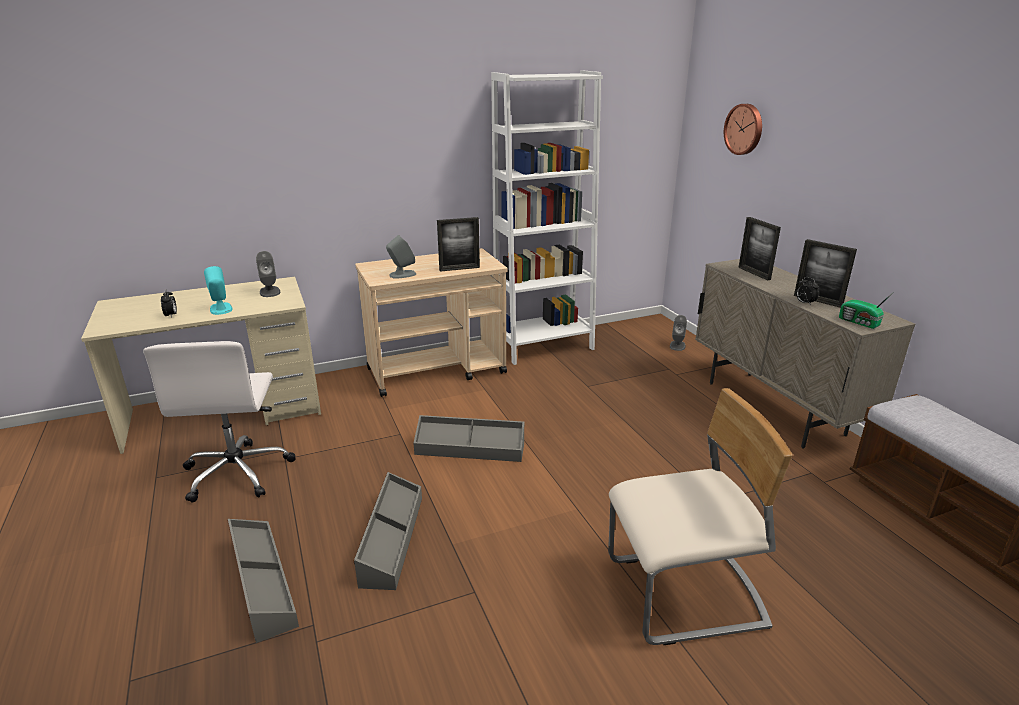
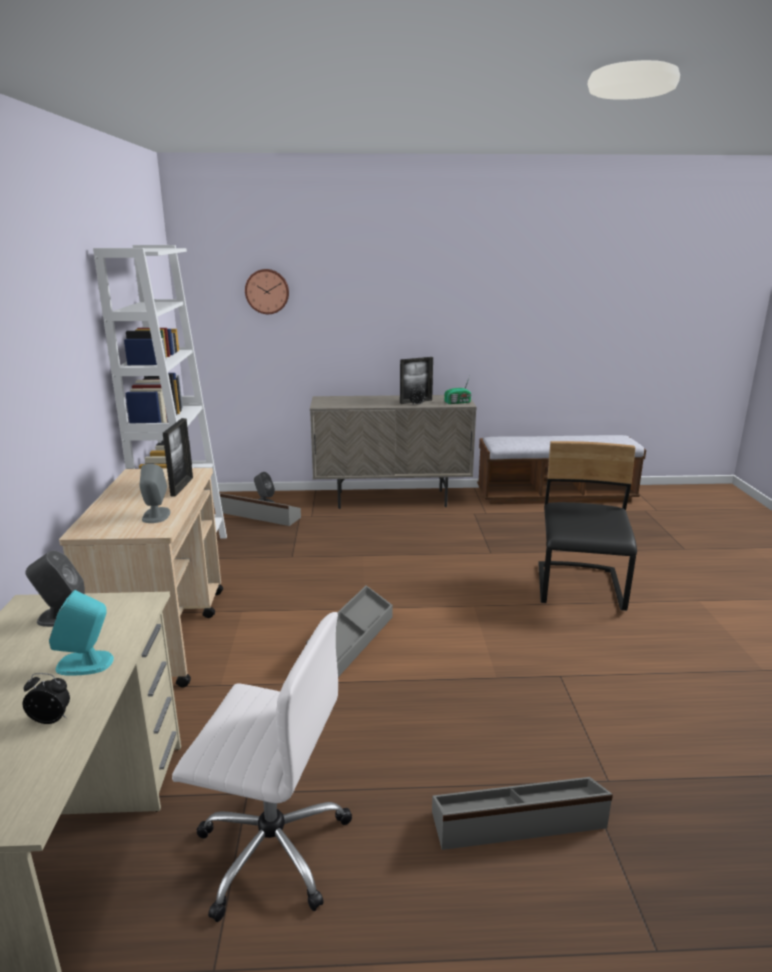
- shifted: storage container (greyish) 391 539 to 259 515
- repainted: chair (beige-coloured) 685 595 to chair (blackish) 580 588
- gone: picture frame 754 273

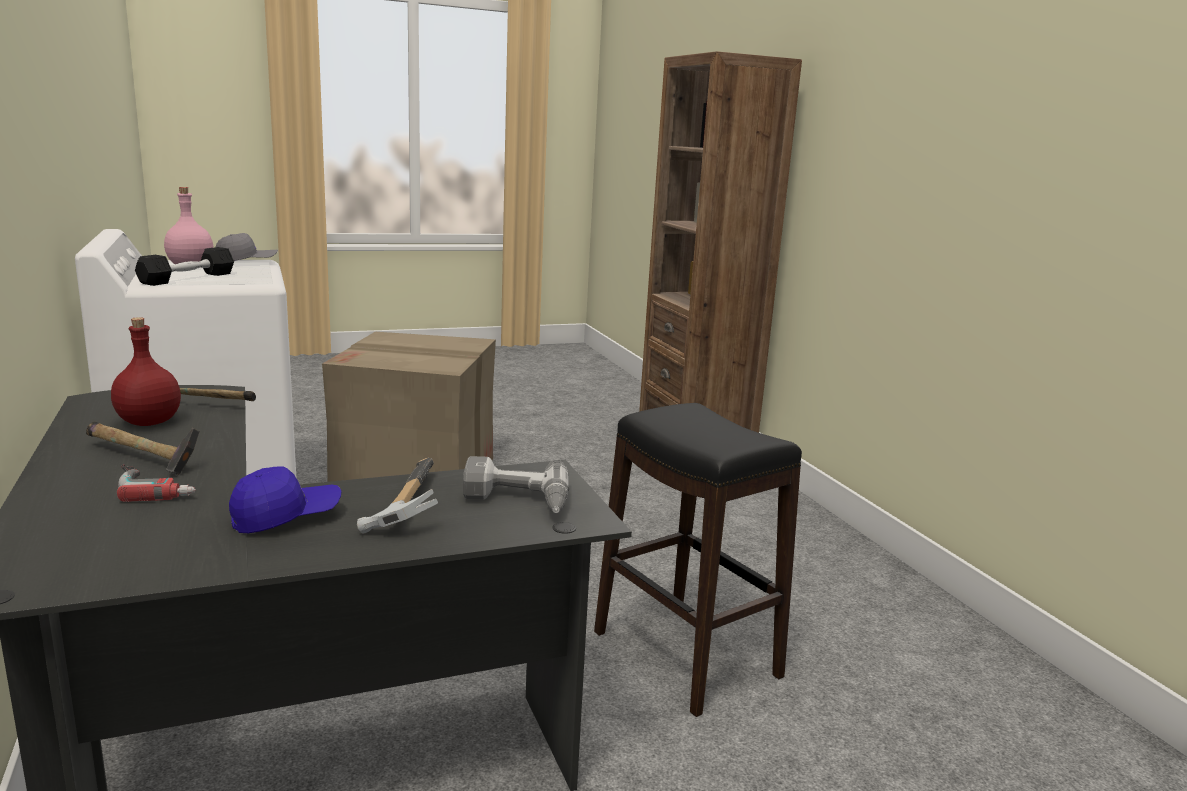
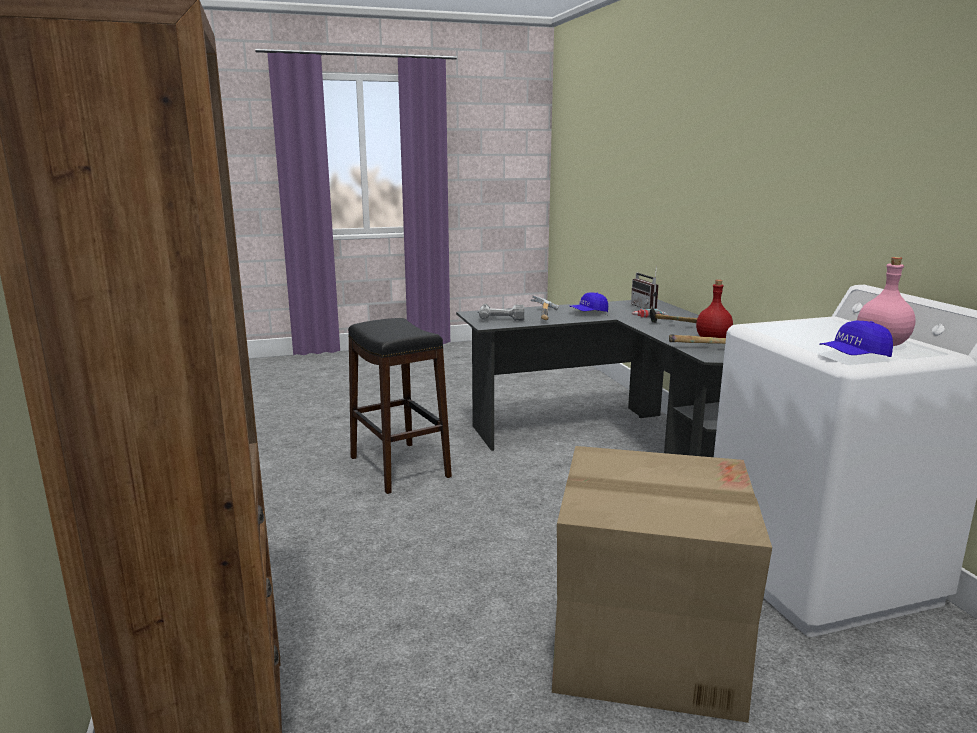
- new: radio 647 307
- repainted: cap (greyish) 247 262 to cap (blue) 854 357
- gone: hand weight (blackish) 187 278

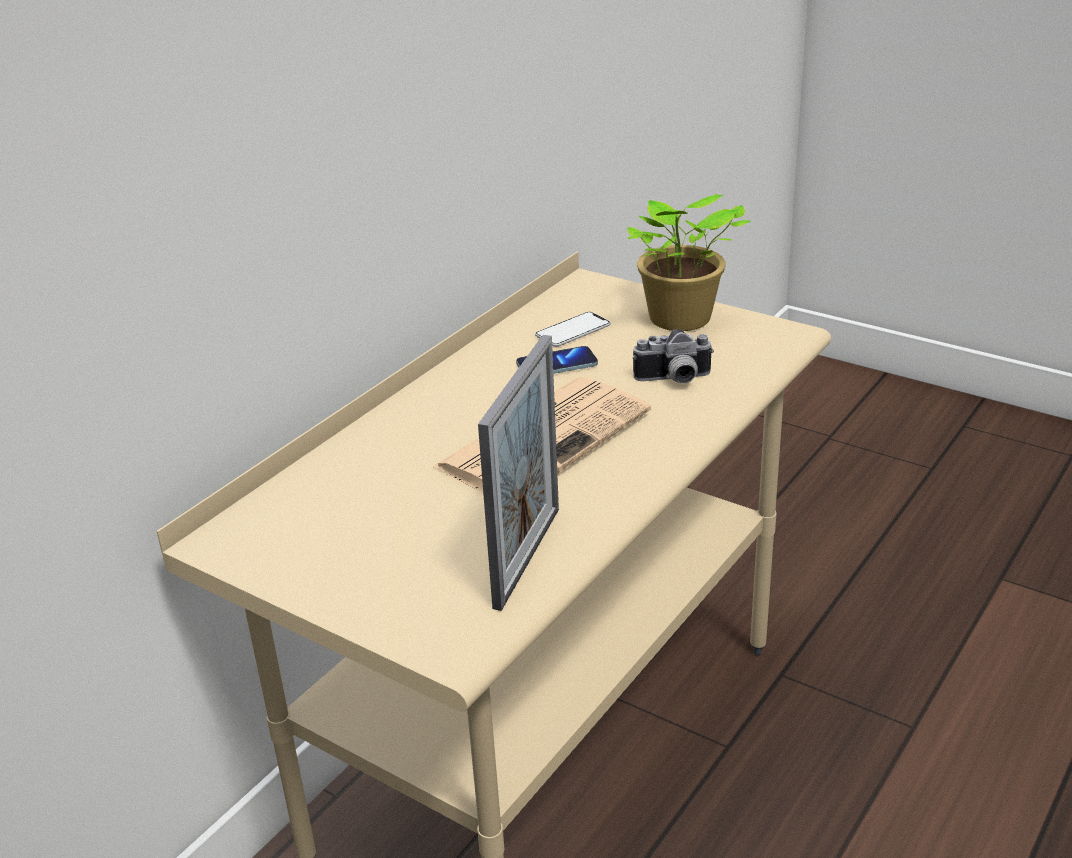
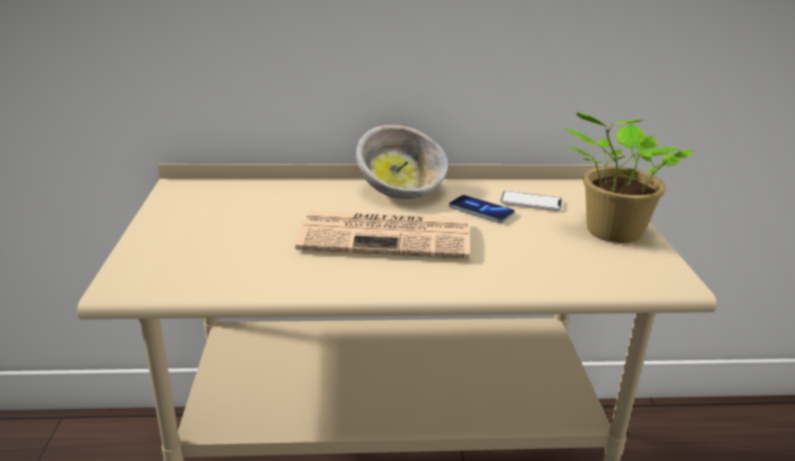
- new: bowl 401 192
- gone: picture frame 527 557
- gone: photo camera 674 380

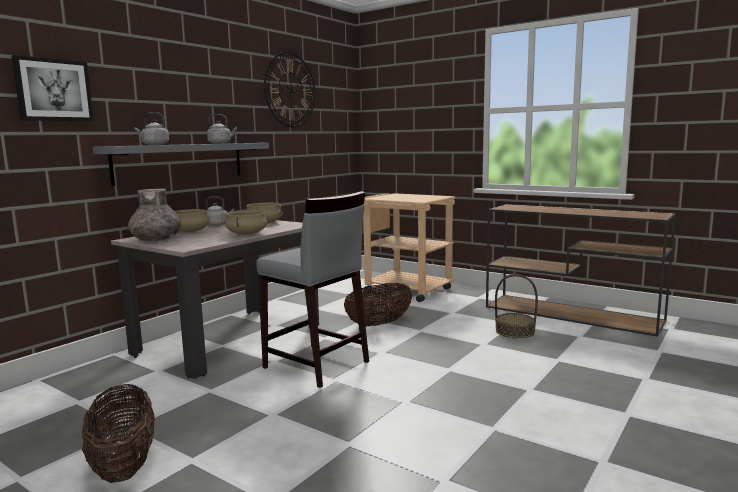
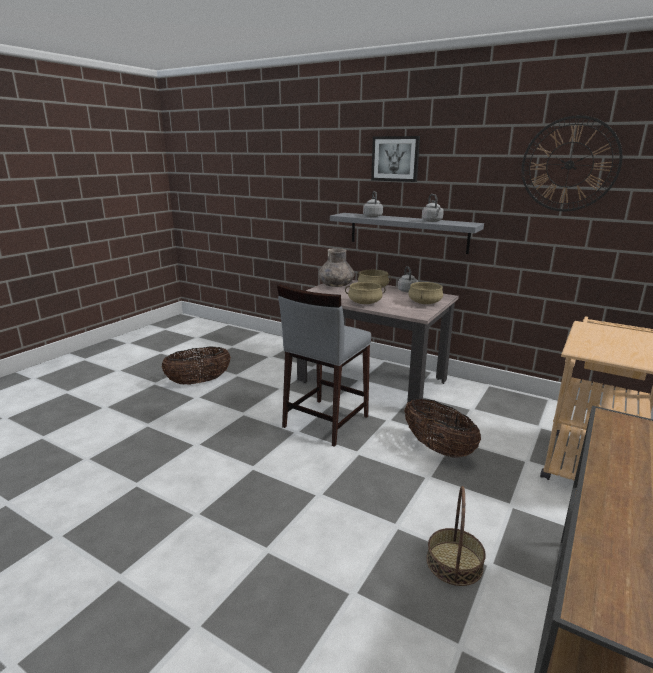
- shifted: picture 53 90 to 395 159

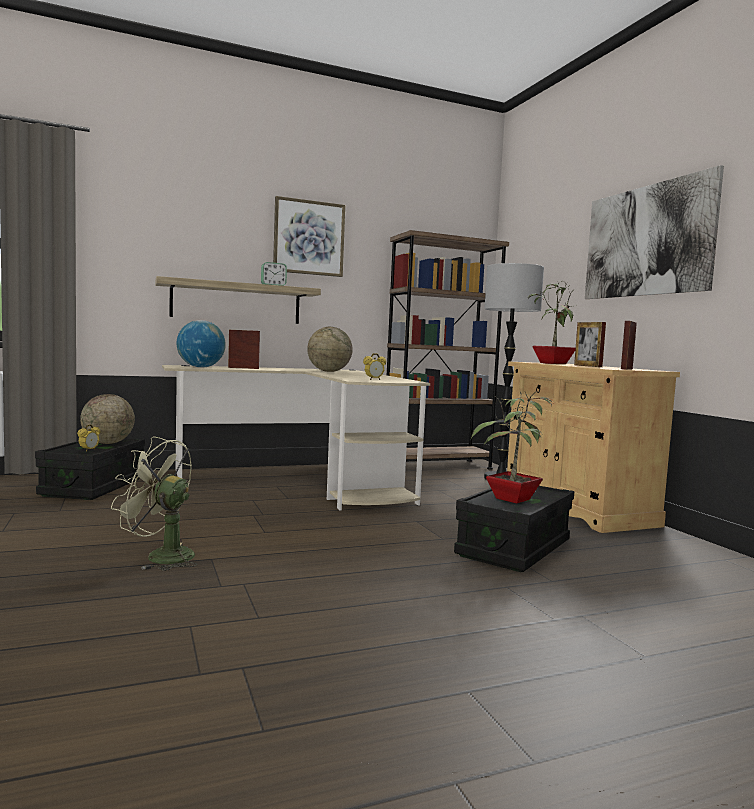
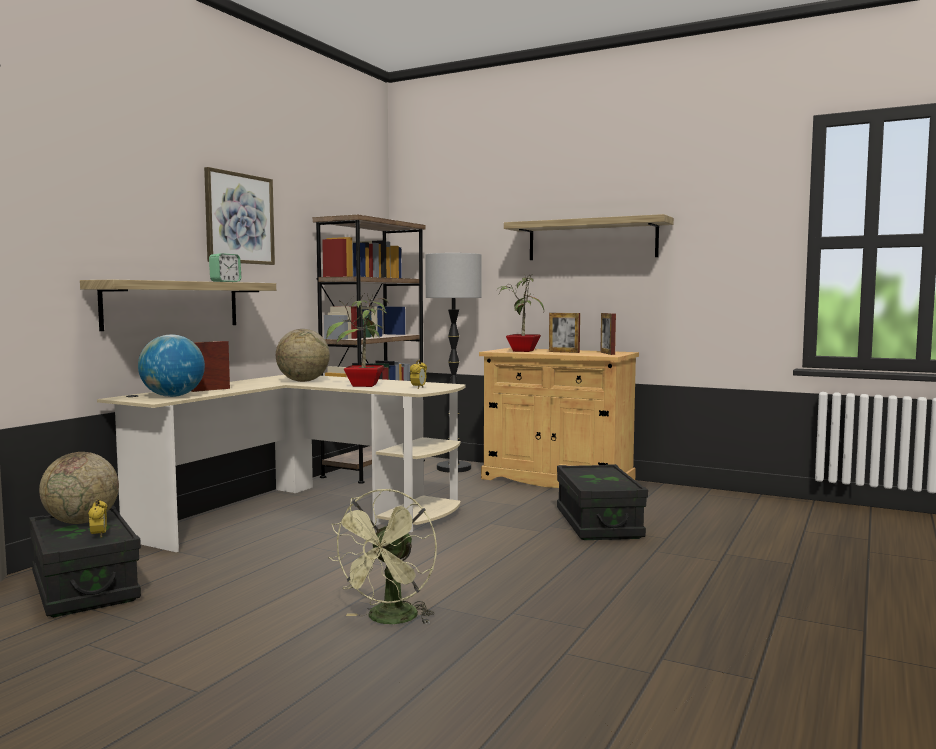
- shifted: plant in a pot 511 499 to 364 386
- rotated: electric fan (greenish) 160 556 = 389 620 45 degrees counterclockwise
- swapped: picture 646 241 to shelf 592 240

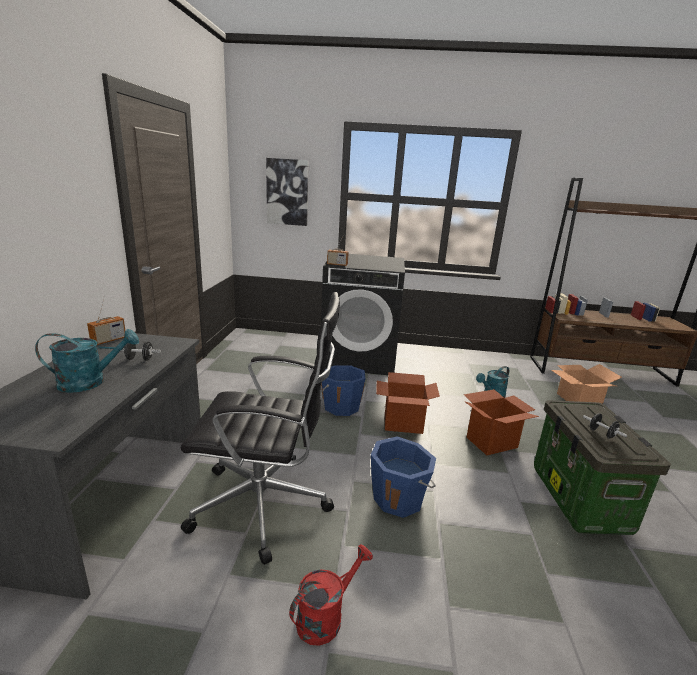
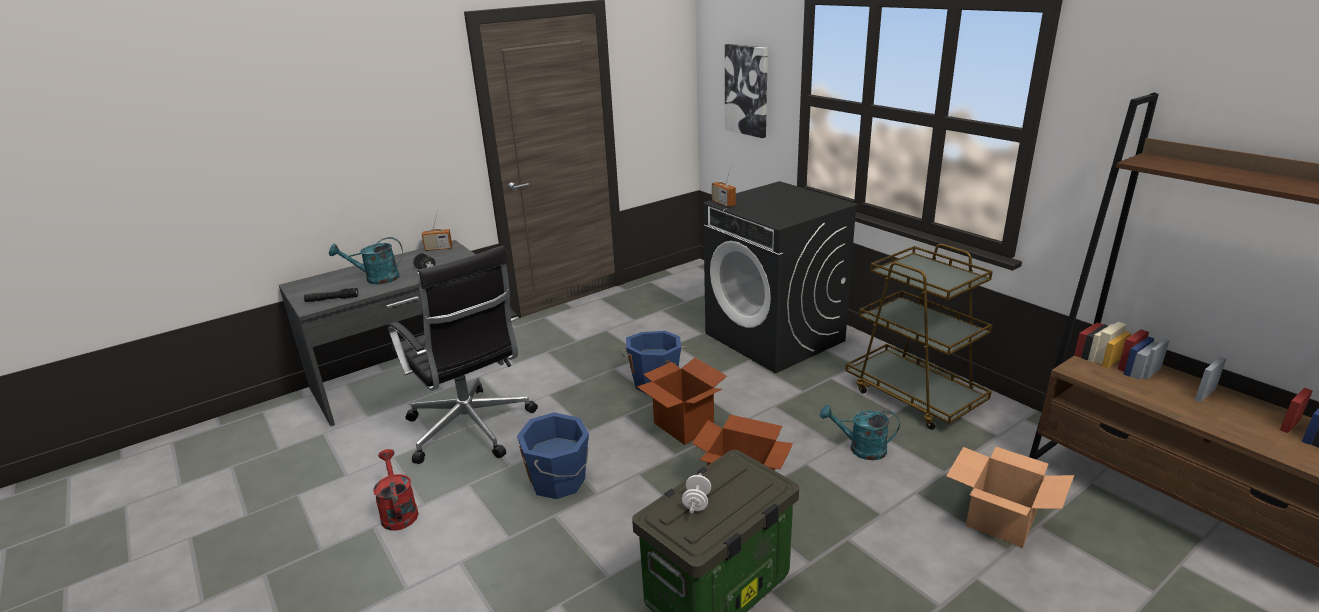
- new: flashlight (blackish) 332 299
- rotated: watering pot (turquoise-coloured) 90 382 = 376 279 135 degrees clockwise
- rotated: watering pot (red-coloured) 326 616 = 398 512 120 degrees counterclockwise
- repainted: hand weight (blackish) 601 433 to hand weight (whitish) 697 503
- new: cart (brownish) 913 396

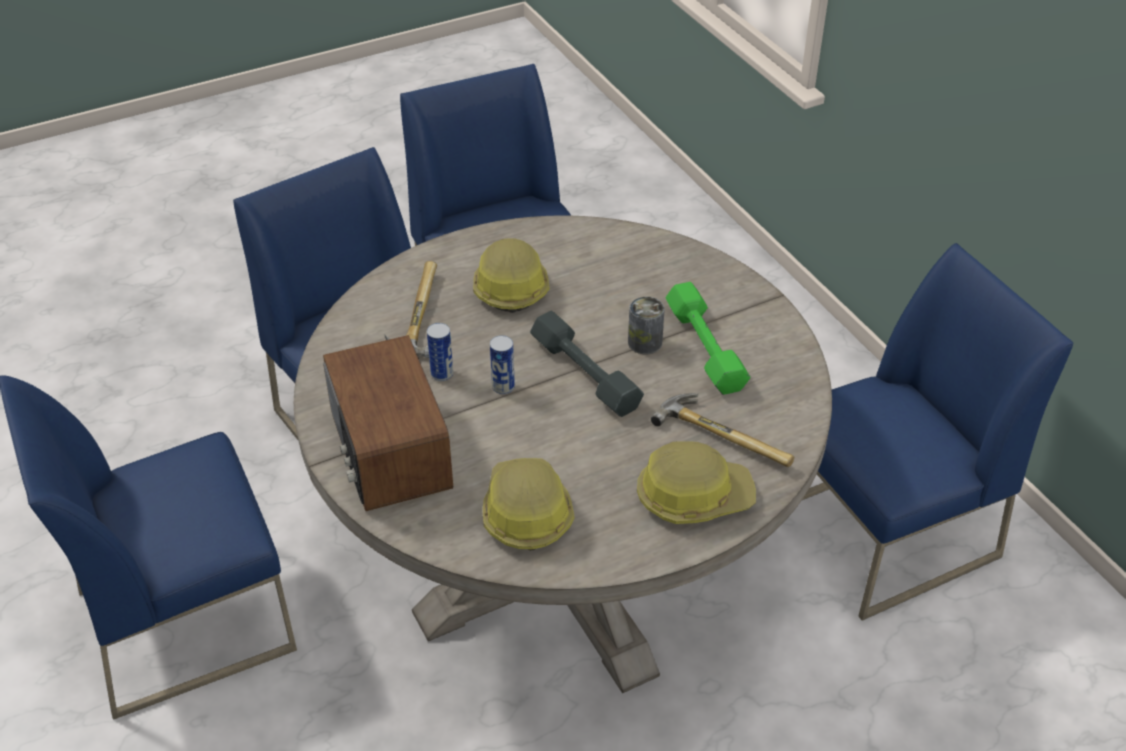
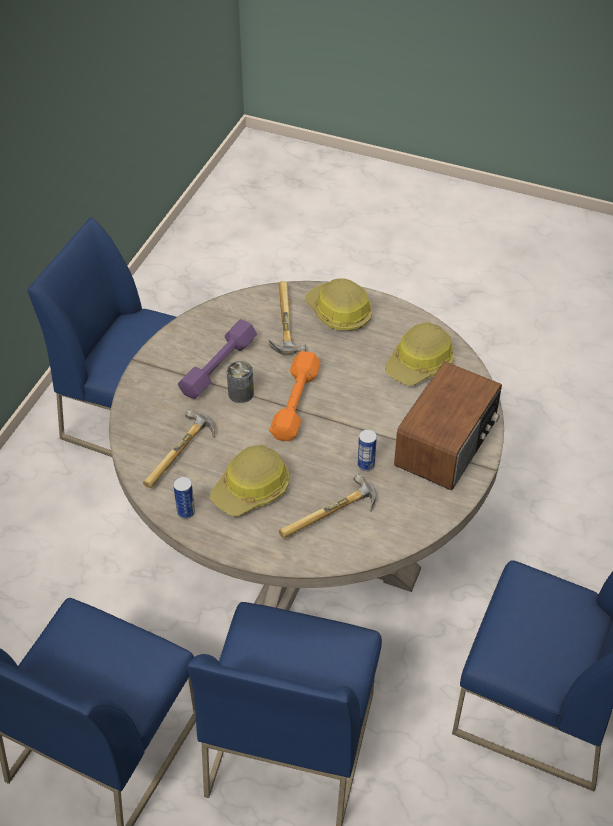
- new: hand hammer 182 455
- shifted: sealed can 503 387 to 186 512
- repainted: hand weight (greenish) 704 348 to hand weight (purple-coloured) 218 366
- repainted: hand weight (greyish) 584 374 to hand weight (orange) 296 403

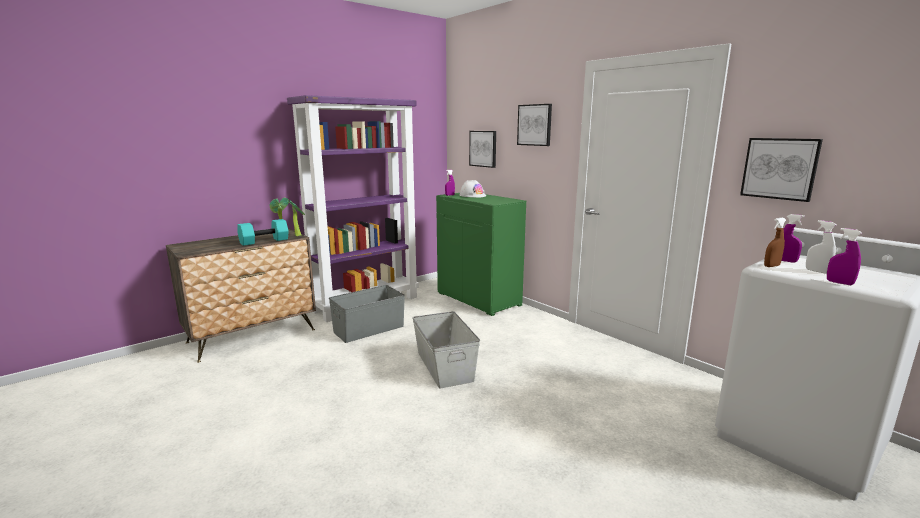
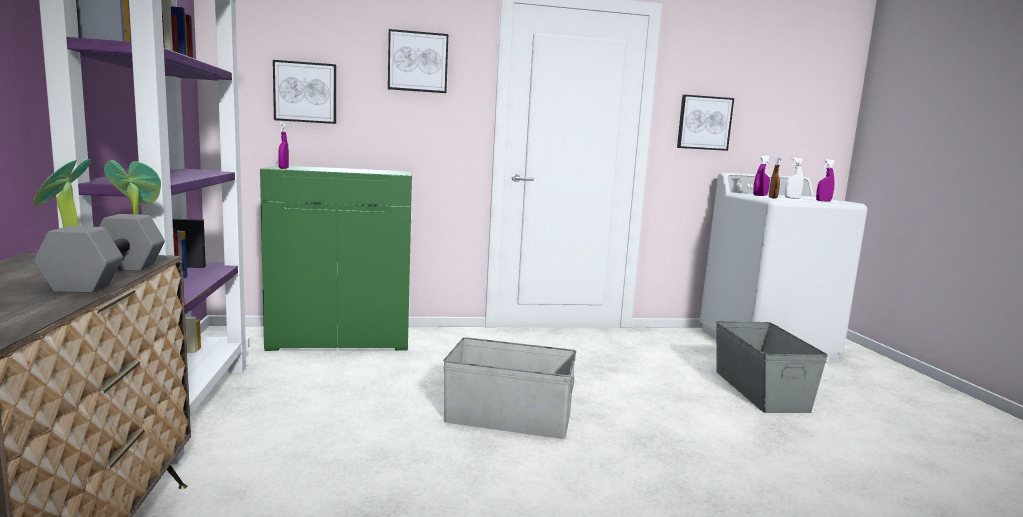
- repainted: hand weight (turquoise-coloured) 264 241 to hand weight (greyish) 106 277
- shifted: storage container (greyish) 369 329 to 760 390
- gone: hard hat (whitish) 472 195

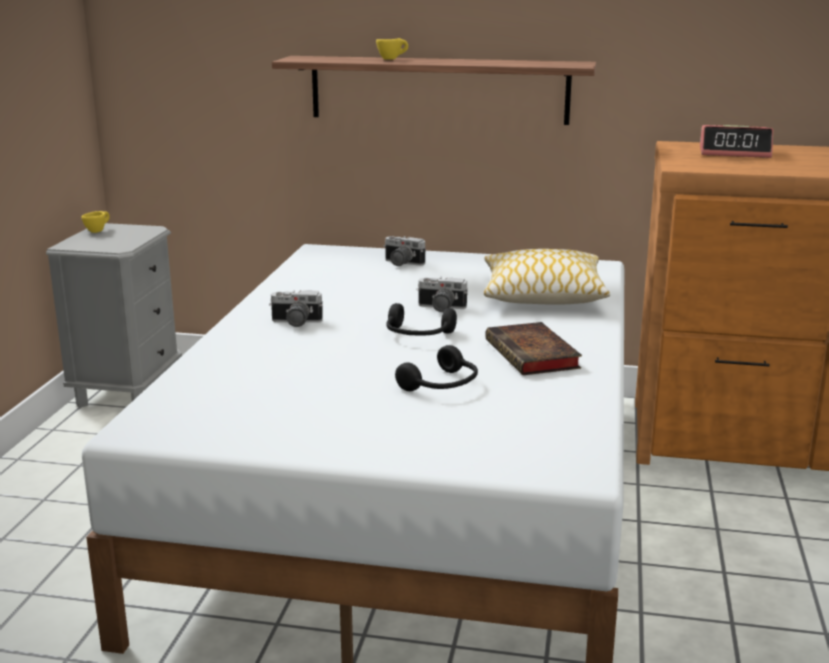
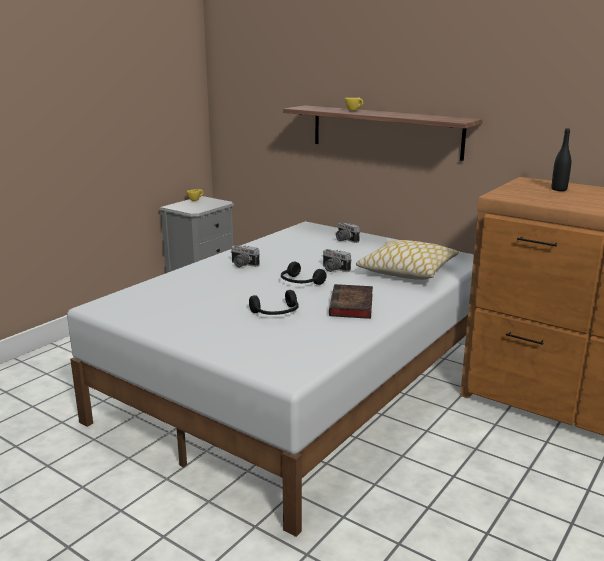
- swapped: alarm clock 735 152 to beverage bottle (blackish) 559 189

